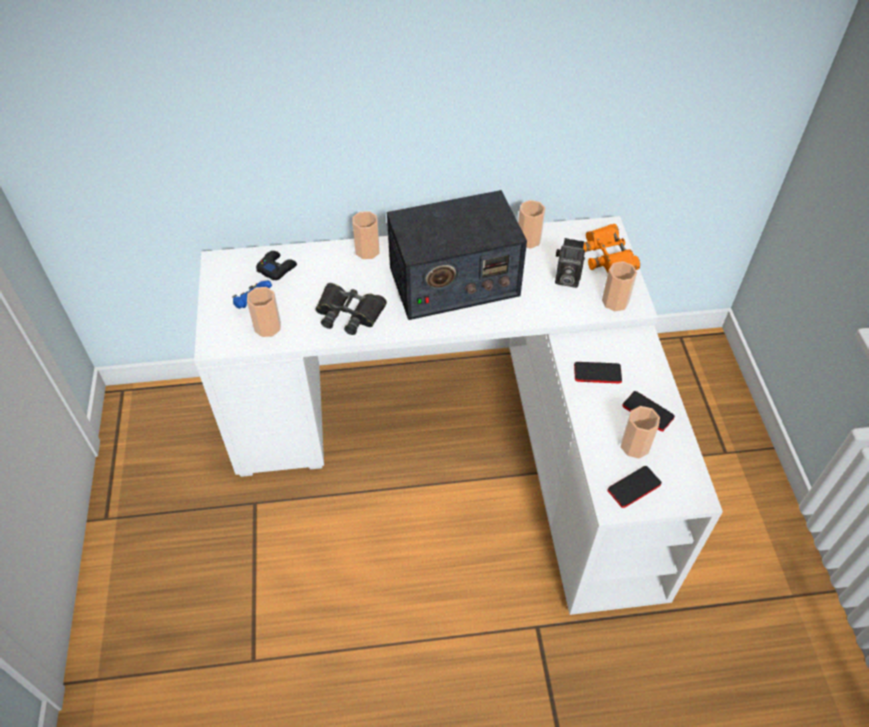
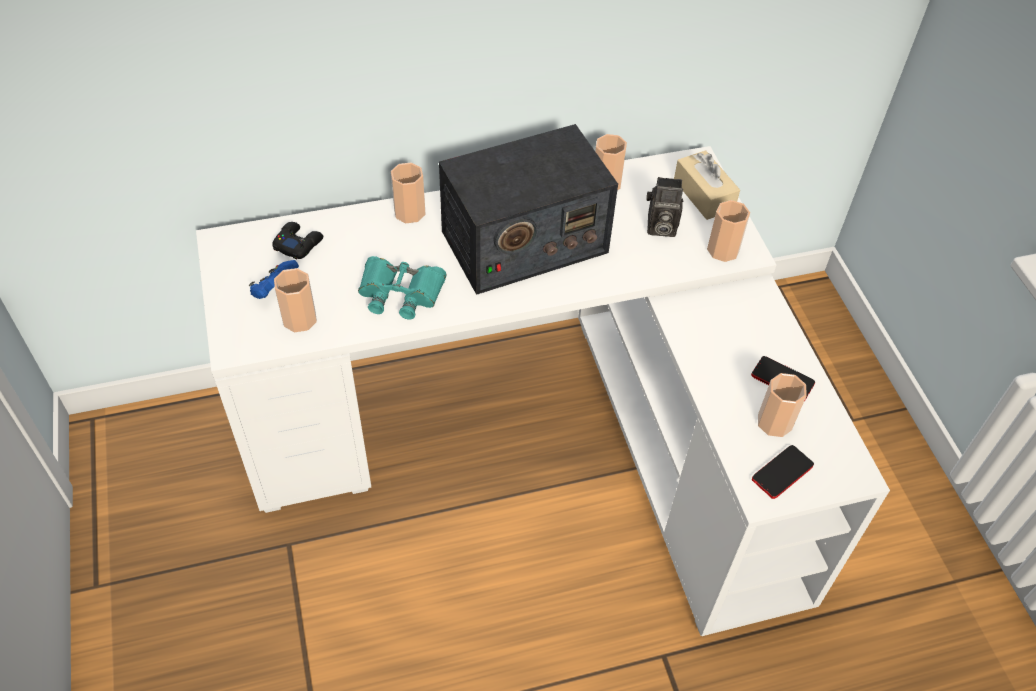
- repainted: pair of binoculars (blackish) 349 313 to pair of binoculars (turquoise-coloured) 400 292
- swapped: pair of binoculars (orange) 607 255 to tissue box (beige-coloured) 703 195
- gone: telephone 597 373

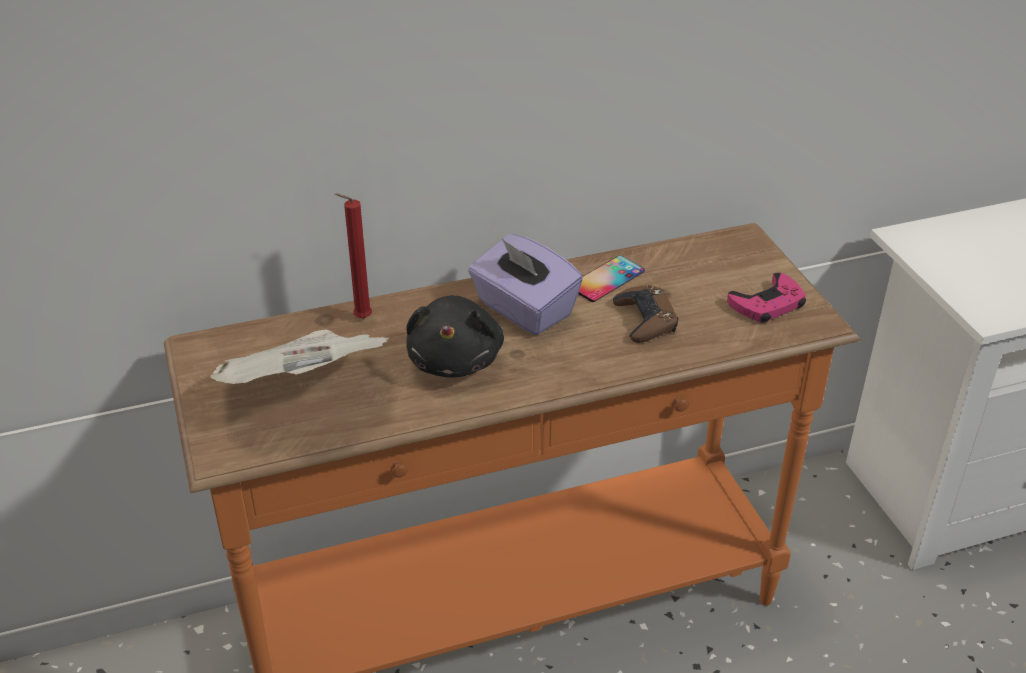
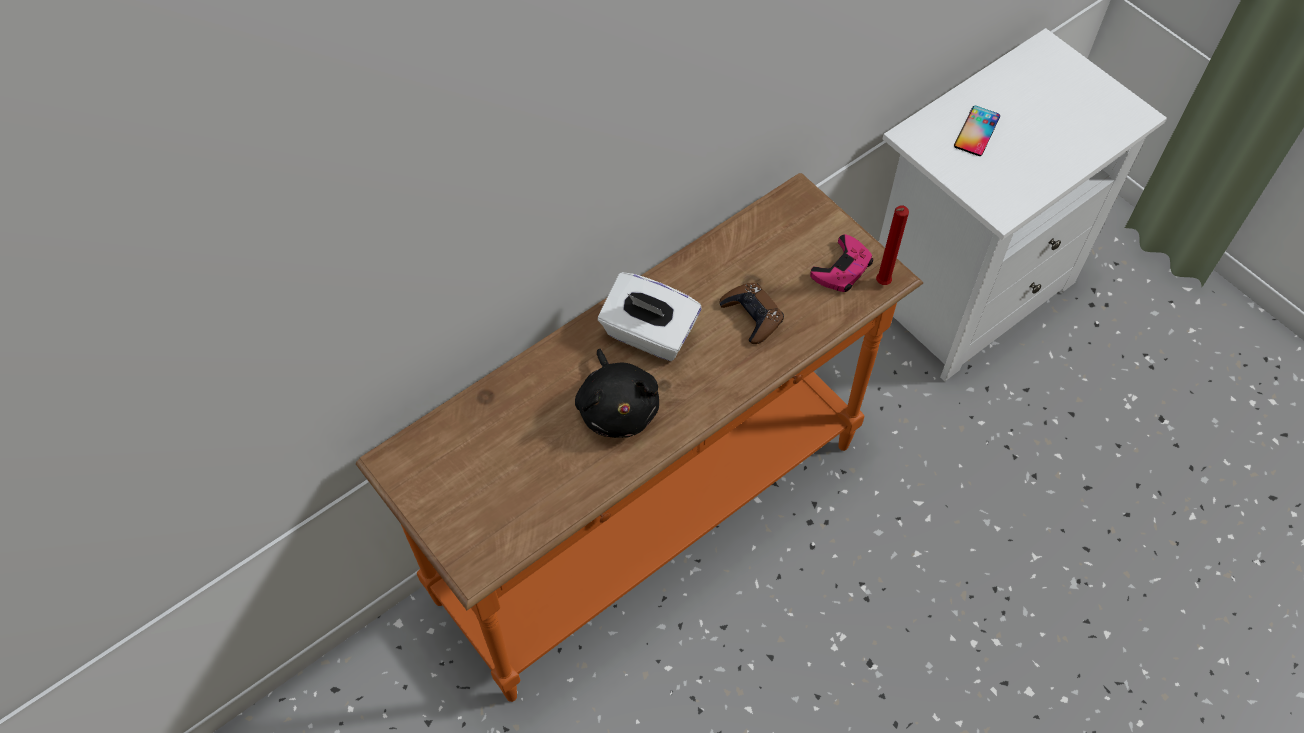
- repainted: tissue box (purple-coloured) 523 310 to tissue box (whitish) 648 334
- shifted: wax light (red-coloured) 360 319 to 881 284
- shifted: telephone 606 279 to 977 131
- gone: newspaper 306 391

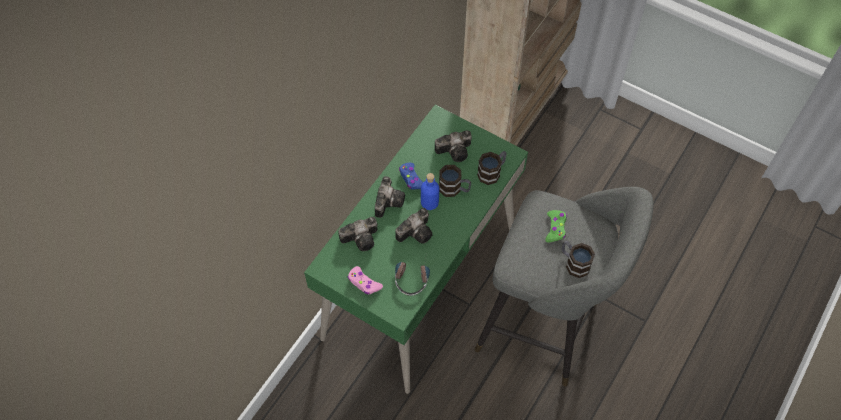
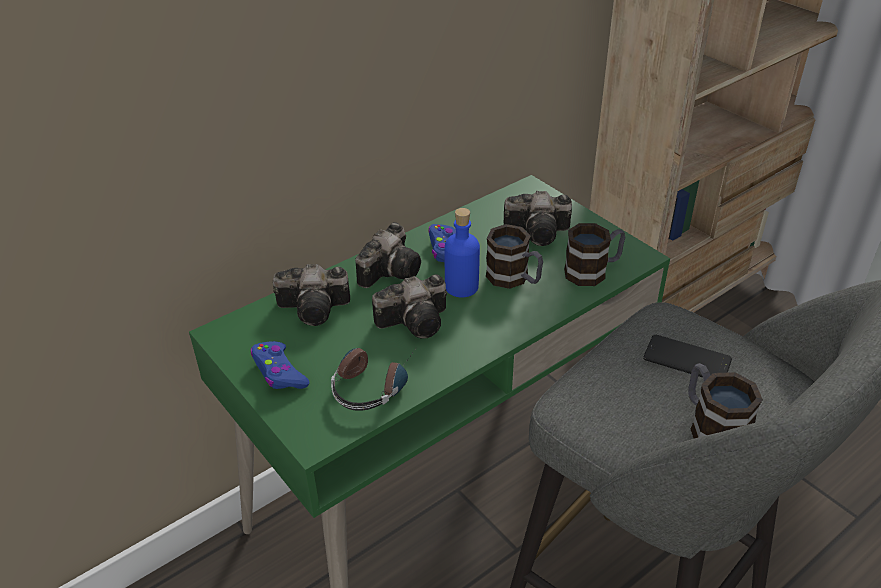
- repainted: game controller (pink-coloured) 364 283 to game controller (blue) 279 372
- swapped: game controller (greenish) 555 228 to telephone 687 360

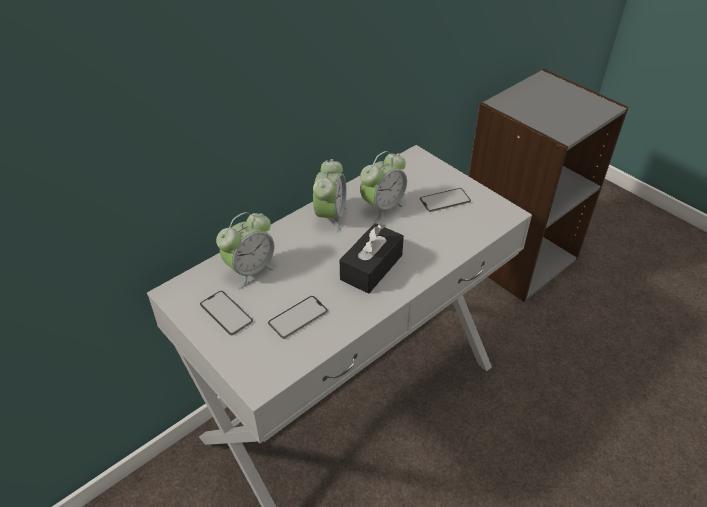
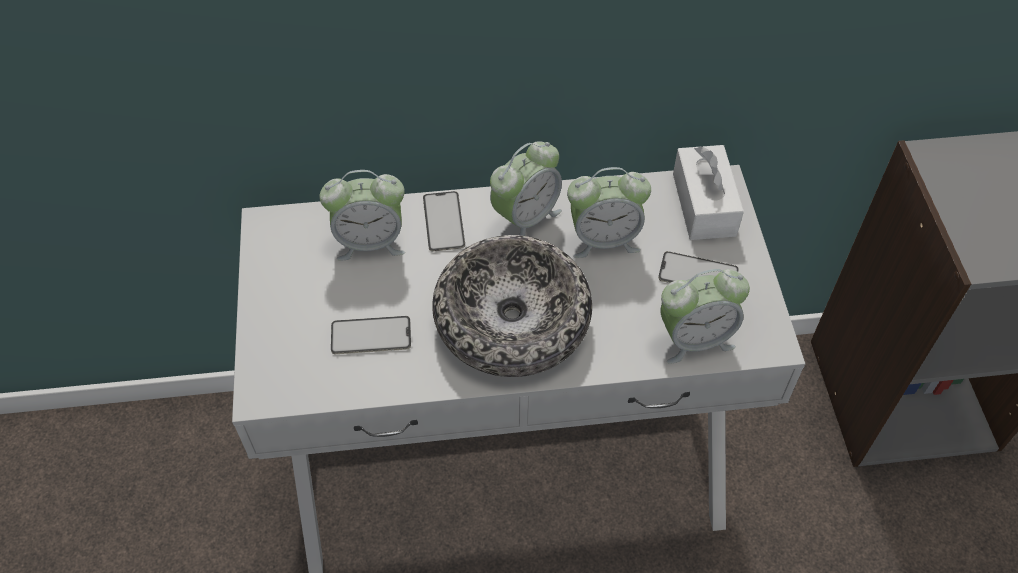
- shifted: telephone 226 313 to 443 221
- swapped: tissue box (blackish) 371 267 to bowl 512 319
- new: alarm clock 694 339
- new: tissue box (whitish) 704 204

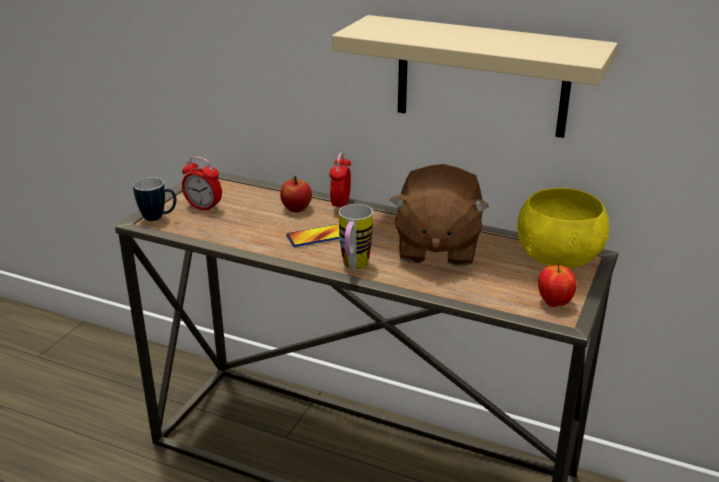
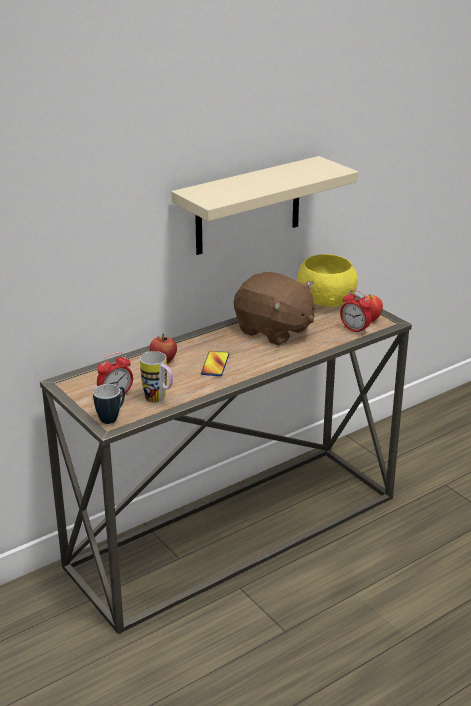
- shifted: mug 353 267 to 159 400
- shifted: alarm clock 340 205 to 355 330

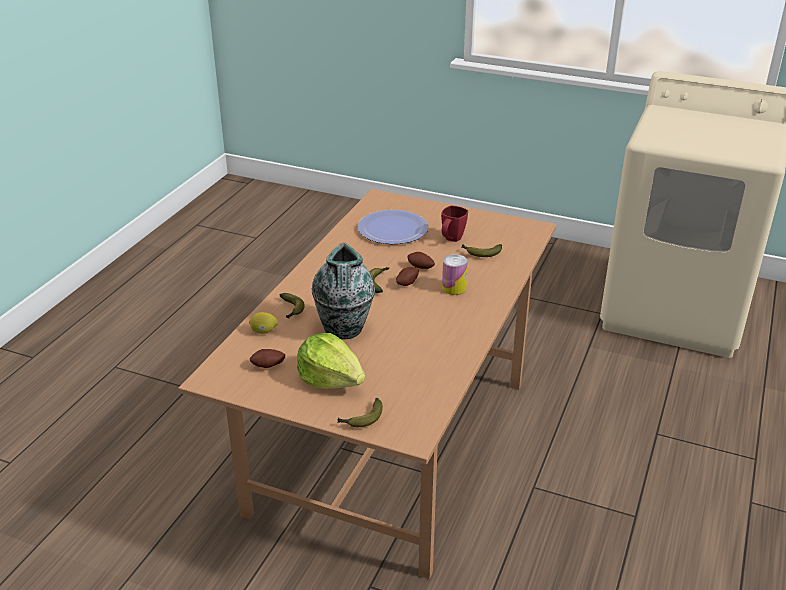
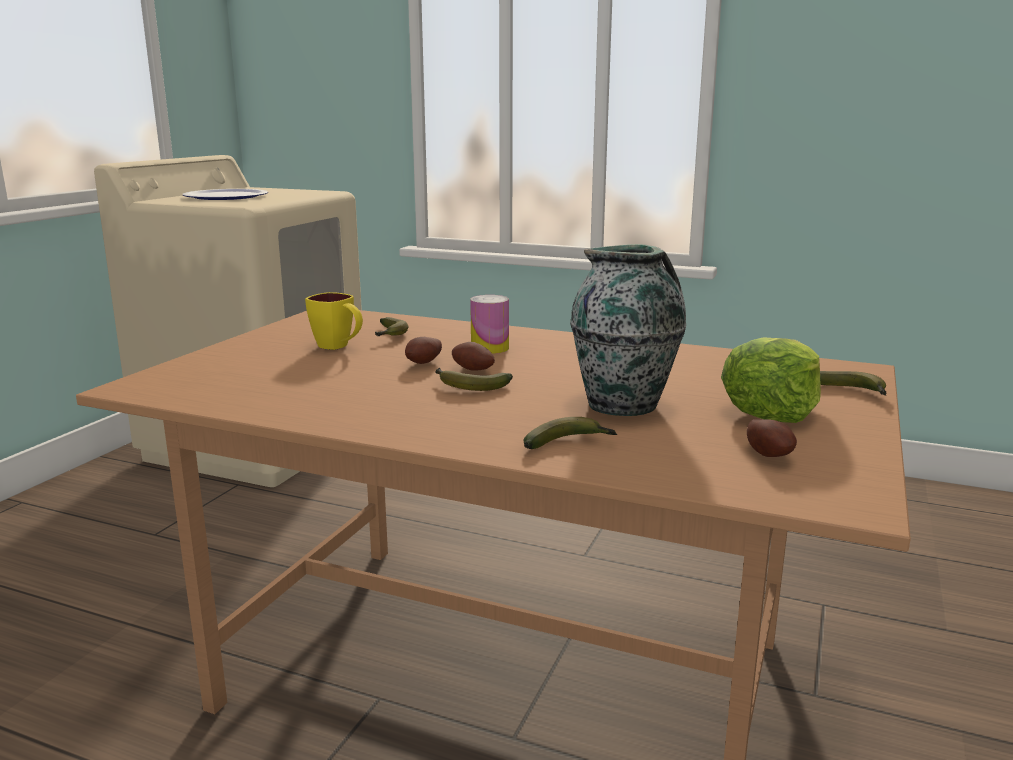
- shifted: flat dish 393 229 to 226 197
- repainted: mug (red-coloured) 451 240 to mug (yellow-coloured) 339 347
- gone: whole lemon 264 331

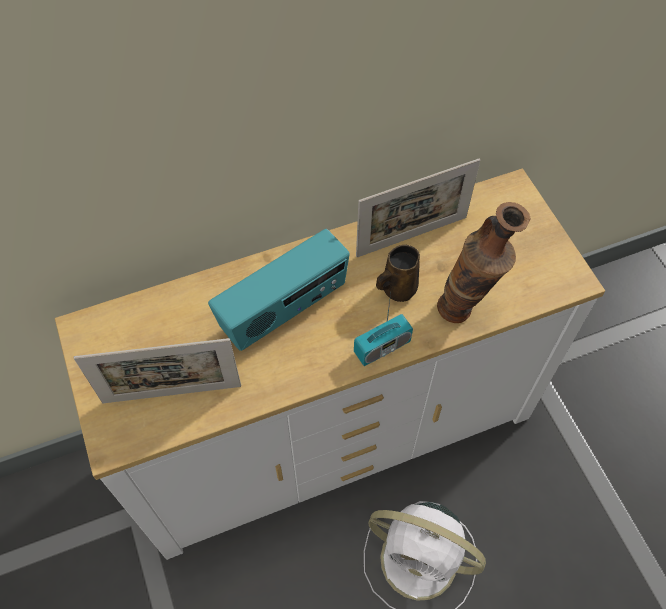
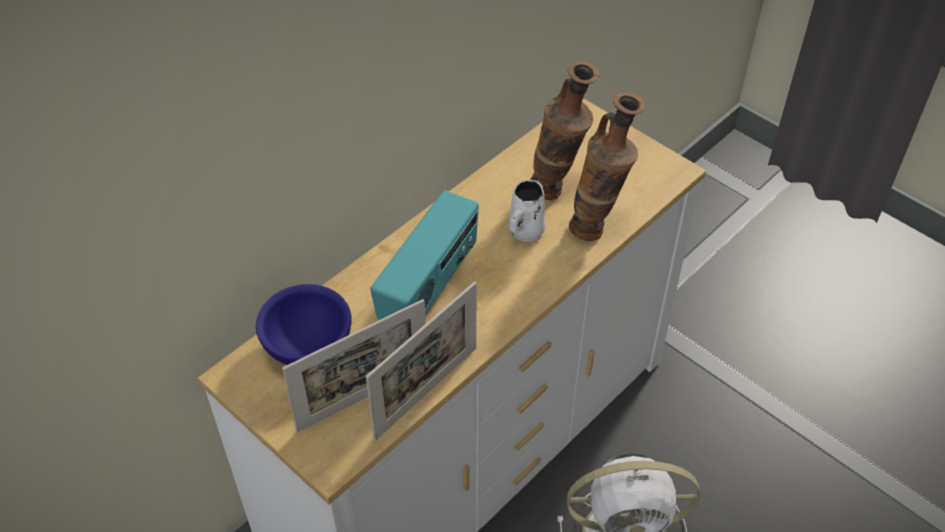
- new: bowl (blue) 309 348
- shifted: picture frame 412 236 to 426 392
- repainted: mug (brownish) 397 289 to mug (whitish) 525 232
- new: decorative vase 557 192
- gone: radio 382 347

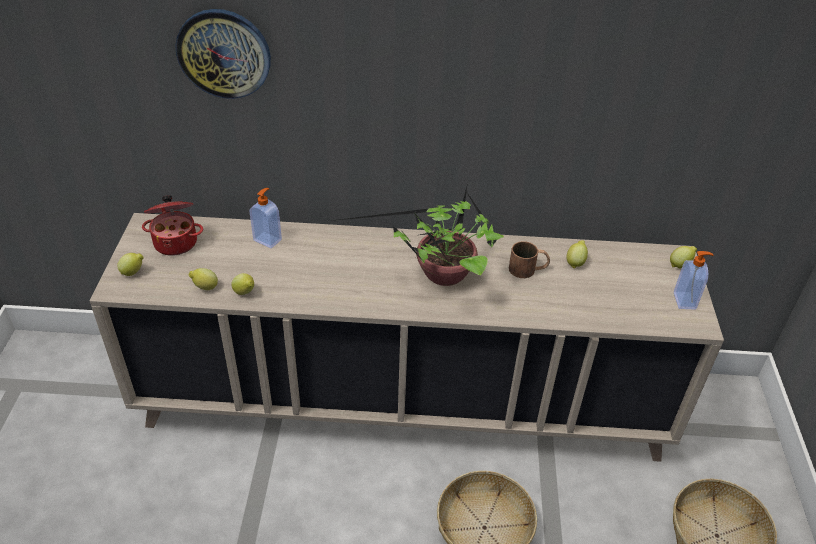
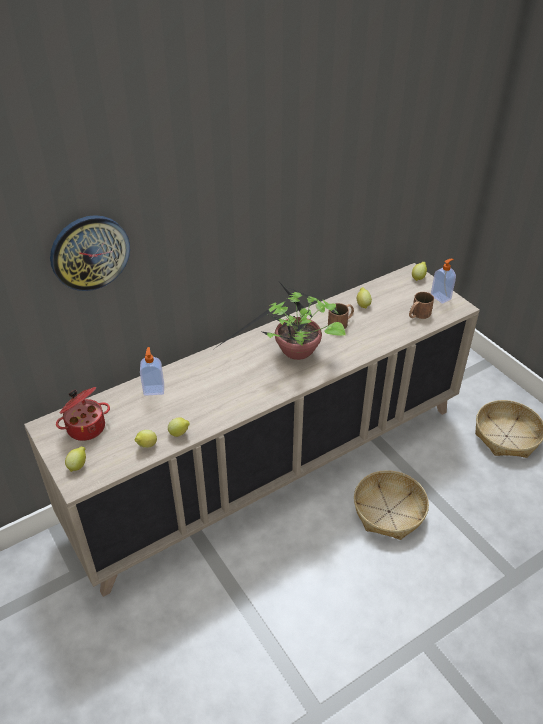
- new: mug (brownish) 418 314

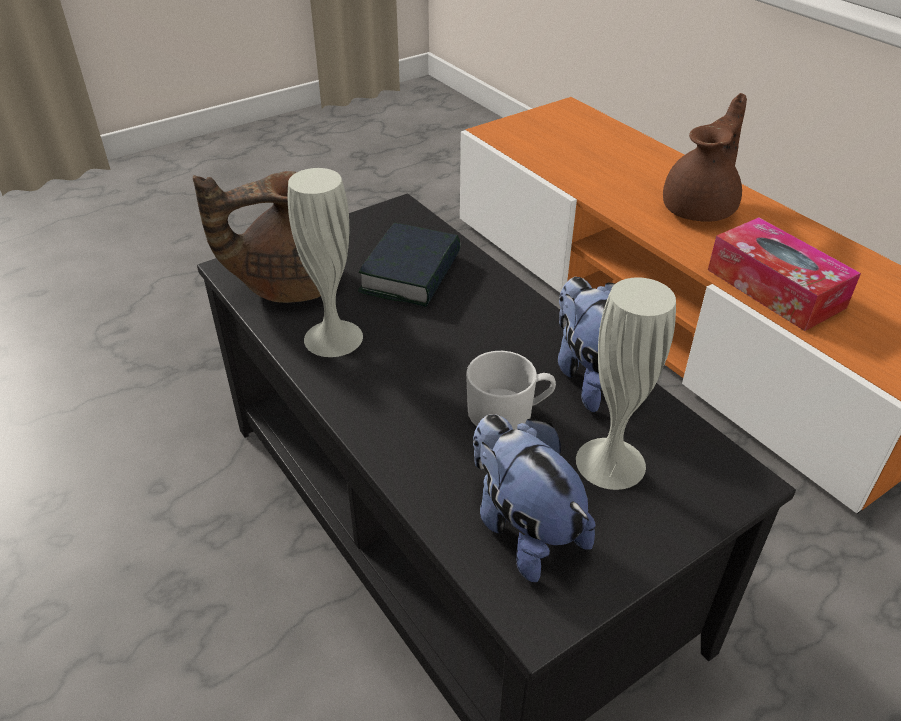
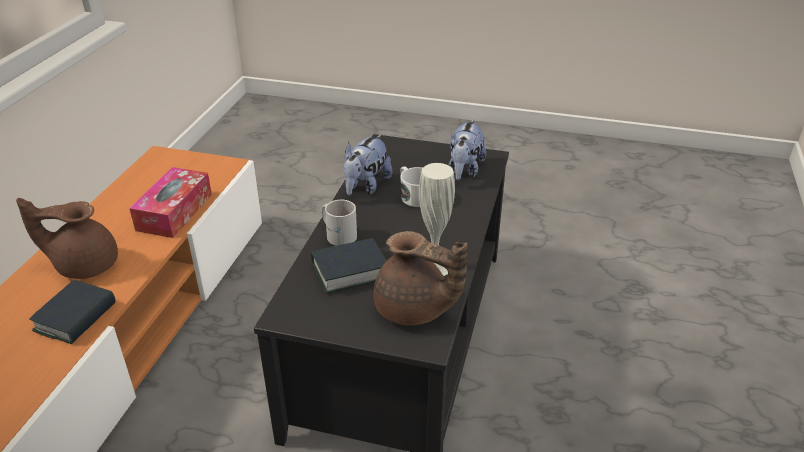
- new: bound book 76 317
- new: mug (whitish) 338 233
- gone: decorative vase (whitish) 610 462

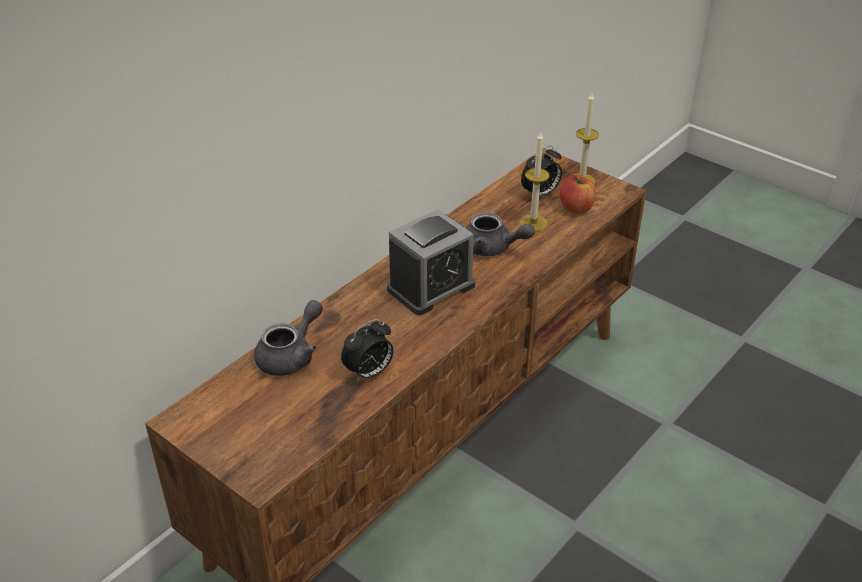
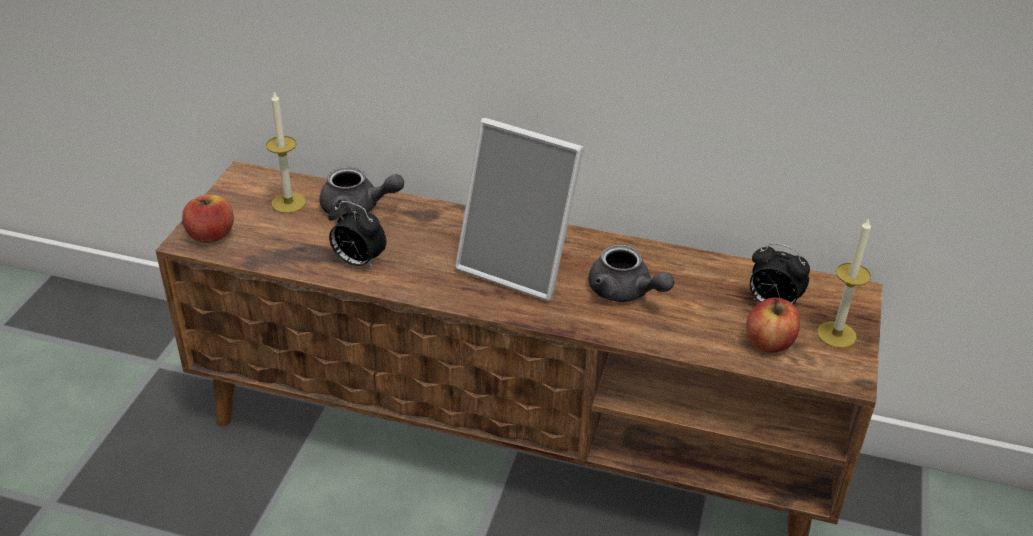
- new: whole apple 211 235
- shifted: wax light 533 223 to 288 203
- swapped: alarm clock 431 287 to picture frame 519 265
- rotated: teapot (greyish) 492 248 = 625 292 45 degrees counterclockwise

